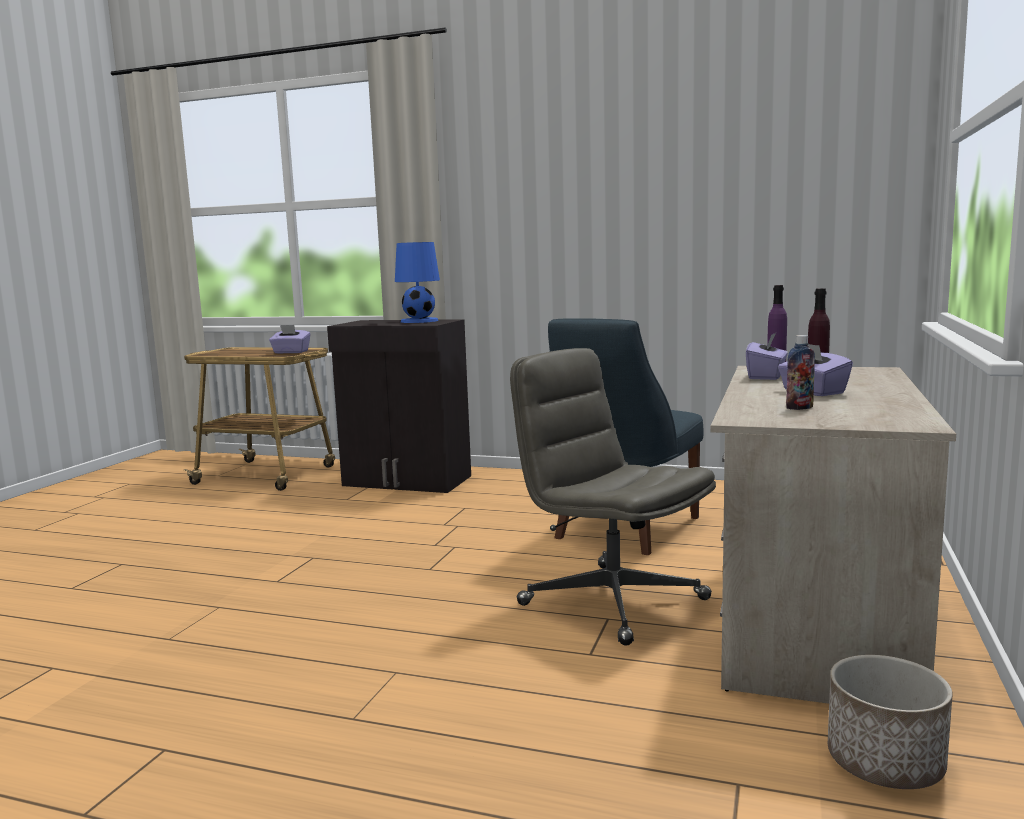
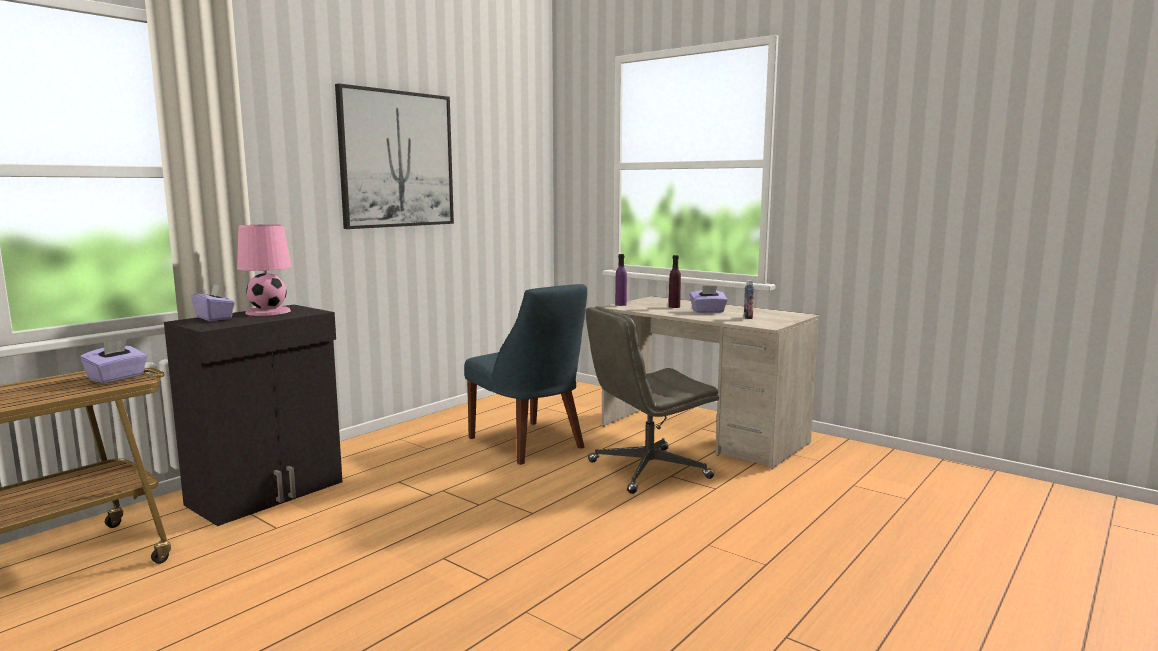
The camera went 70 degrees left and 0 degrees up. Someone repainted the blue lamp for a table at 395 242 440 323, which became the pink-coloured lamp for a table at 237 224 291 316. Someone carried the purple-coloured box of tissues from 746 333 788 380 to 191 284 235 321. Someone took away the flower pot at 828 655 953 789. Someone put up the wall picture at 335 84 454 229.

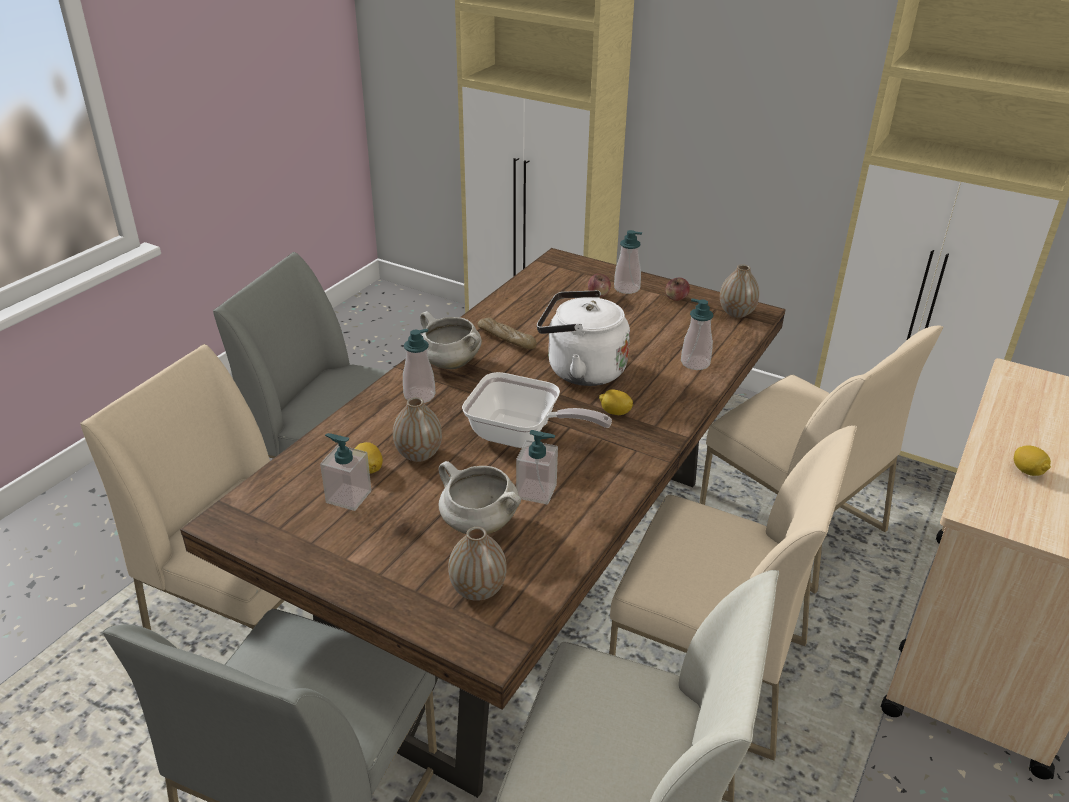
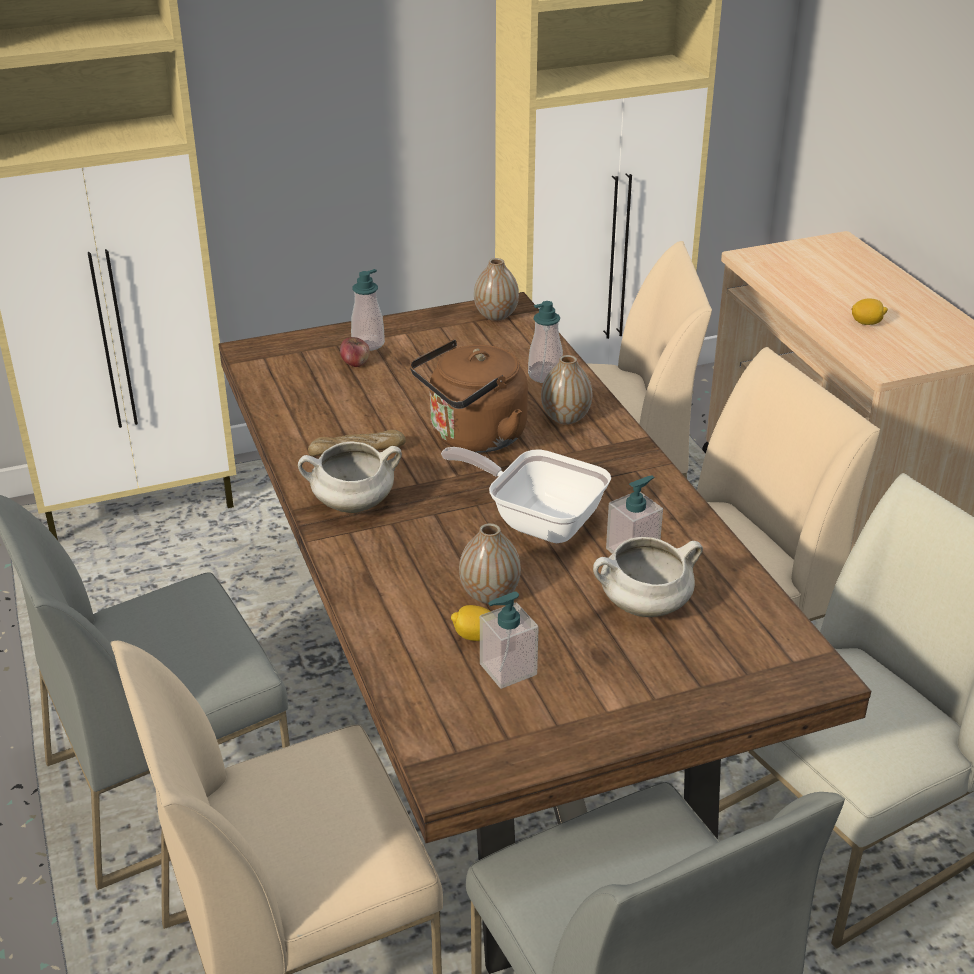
The camera went 50 degrees left and 0 degrees up. Someone took away the apple fruit at 665 278 690 301. Someone repainted the white-coloured tea kettle at 537 290 630 386, which became the brown-coloured tea kettle at 410 340 528 453. Someone took away the soap dispenser at 403 329 435 403. Someone rotated the frying pan at 462 372 612 448 by 120 degrees counterclockwise. Someone took away the citrus fruit at 599 389 633 415. Someone carried the vase from 448 527 507 601 to 541 355 592 425.

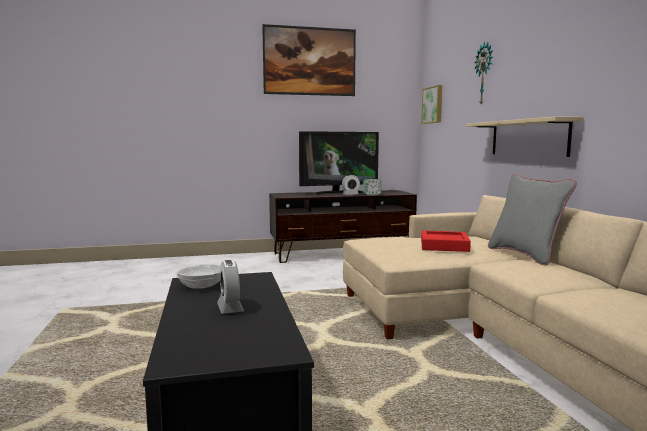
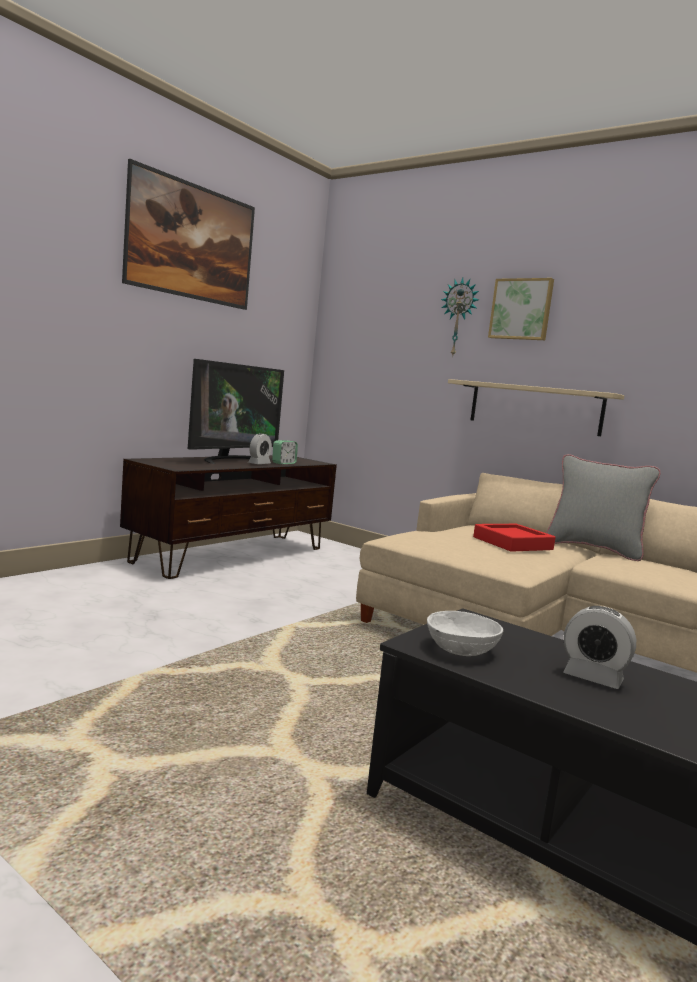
The camera went 40 degrees left and 0 degrees up. Someone carried the wall picture from 421 85 442 124 to 488 278 554 340.

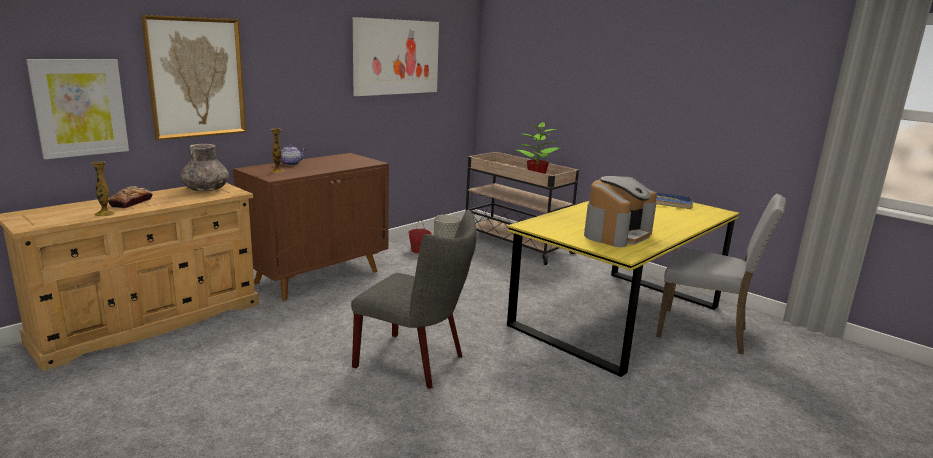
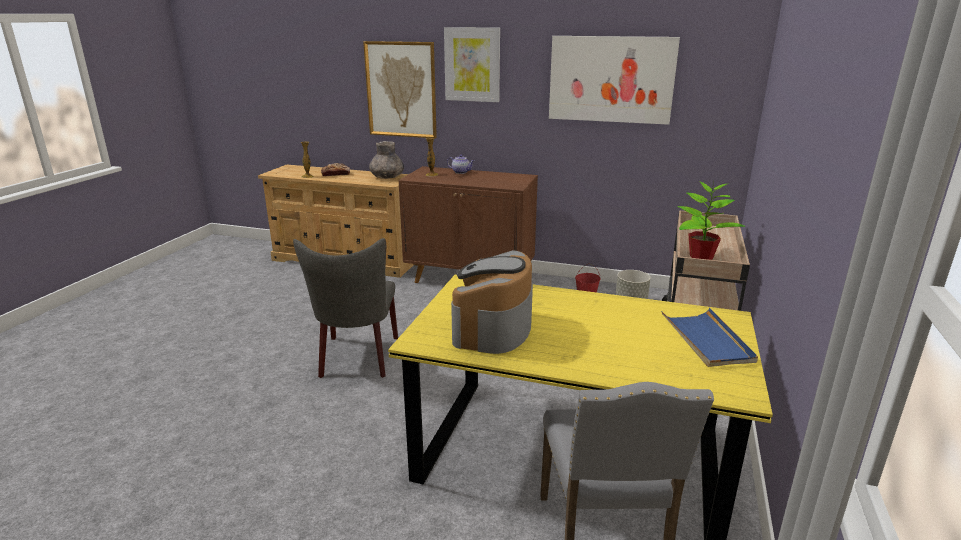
The camera went 65 degrees right and 5 degrees up. Someone carried the wall picture from 26 59 129 159 to 444 27 500 102. Someone rotated the coffee machine at 584 176 657 247 by 90 degrees clockwise.

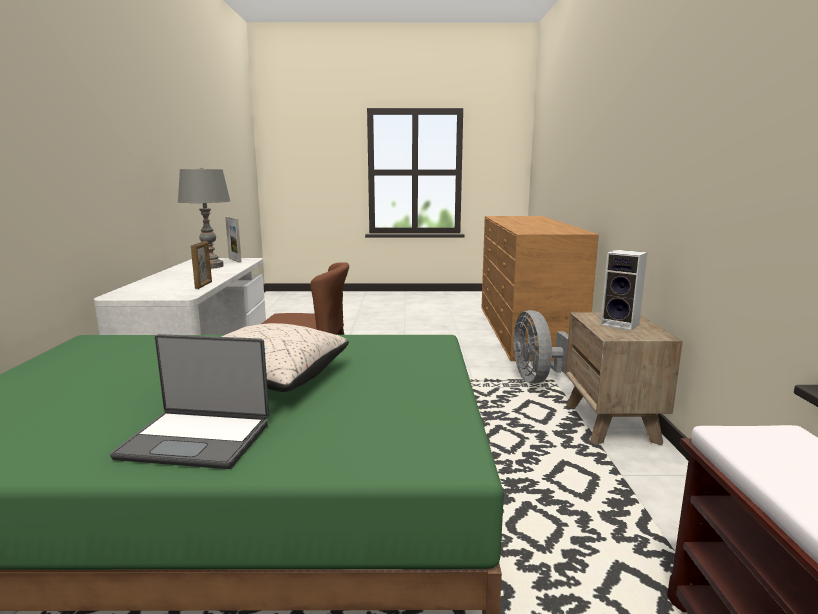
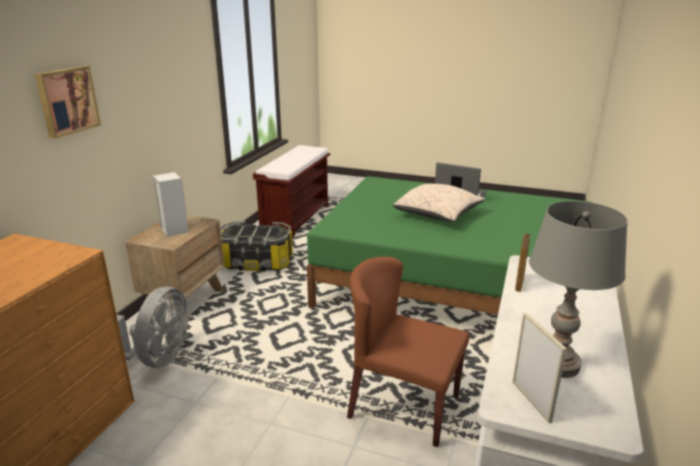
The camera went 160 degrees left and 10 degrees up. Someone put up the wall picture at 35 66 101 139. Someone put down the storage bin at 220 221 293 271.

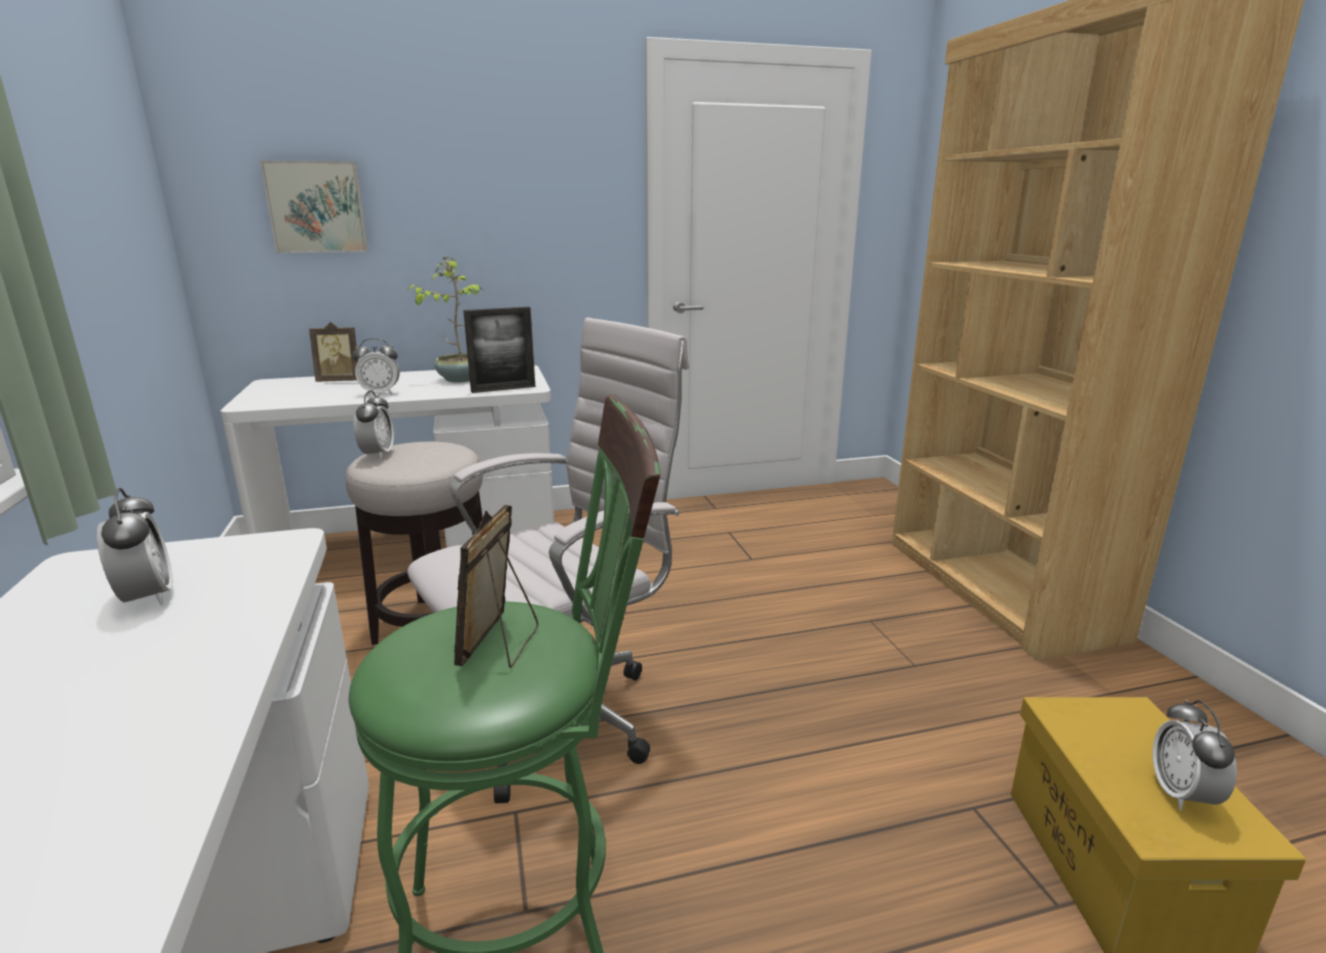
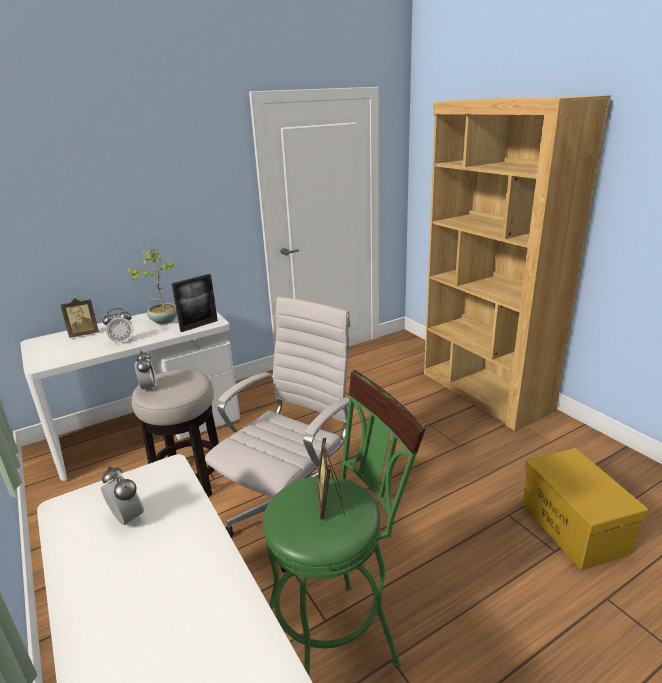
The camera went 15 degrees left and 5 degrees up. Someone took away the wall picture at 260 160 368 253. Someone took away the alarm clock at 1152 700 1237 810.

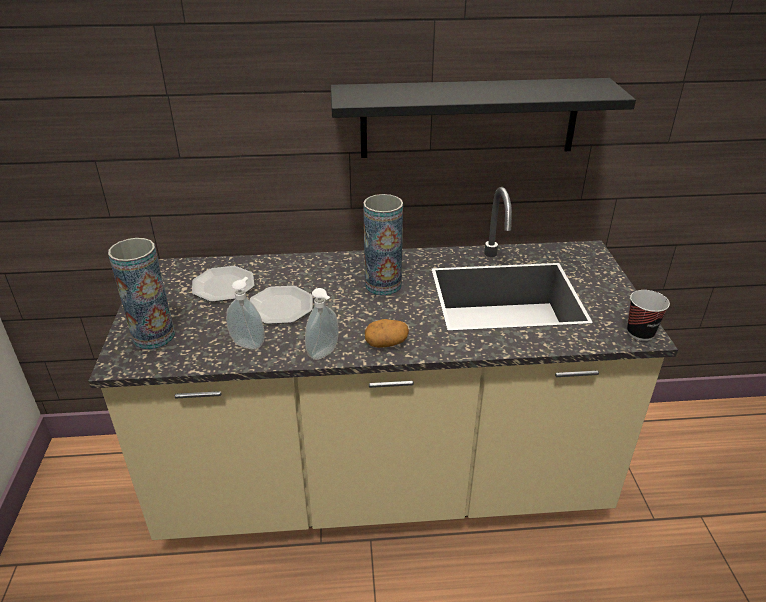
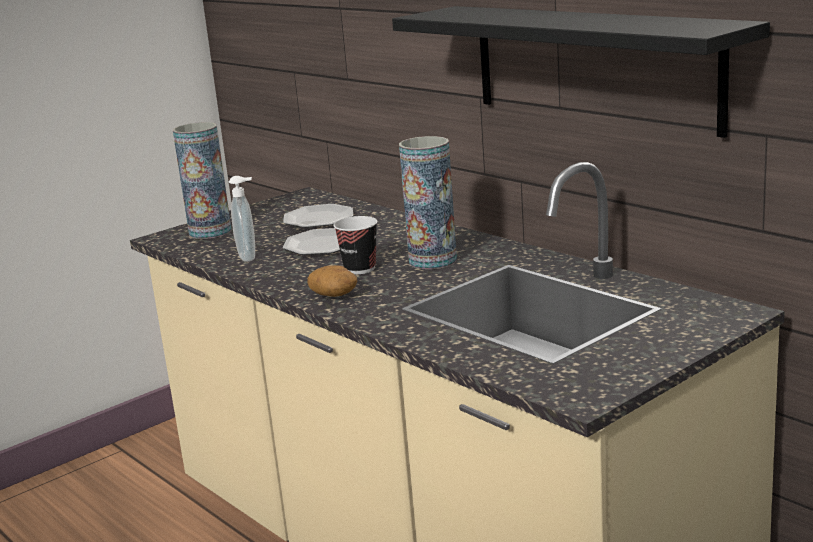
The camera went 55 degrees right and 15 degrees down. Someone took away the soap dispenser at 305 288 339 360. Someone carried the cup from 627 290 670 341 to 334 216 378 274.

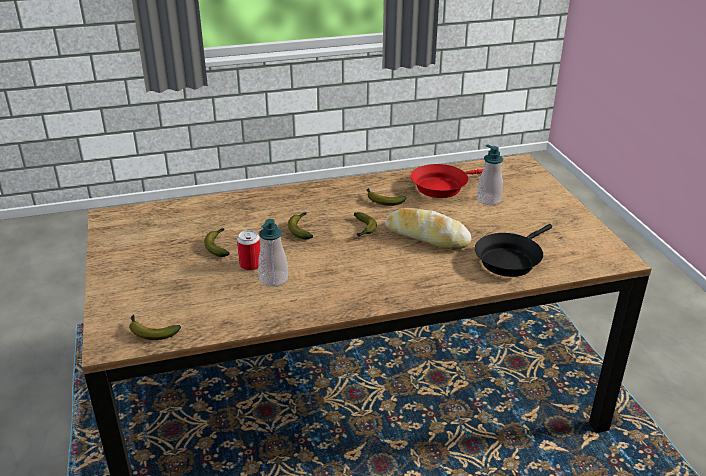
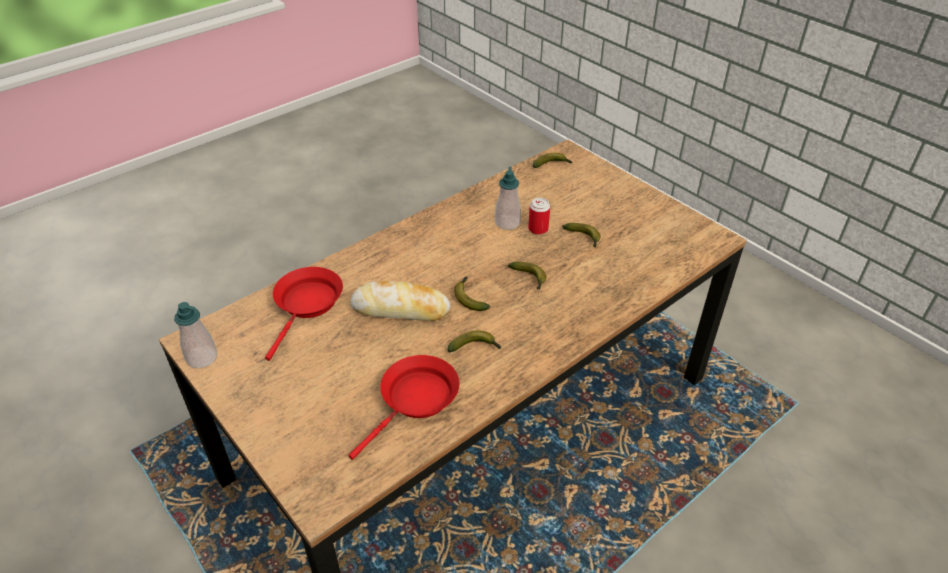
The camera went 155 degrees right and 10 degrees up. Someone carried the soap dispenser from 477 144 503 205 to 174 302 217 368. Someone repainted the blackish frying pan at 475 224 552 277, which became the red frying pan at 265 267 343 361.

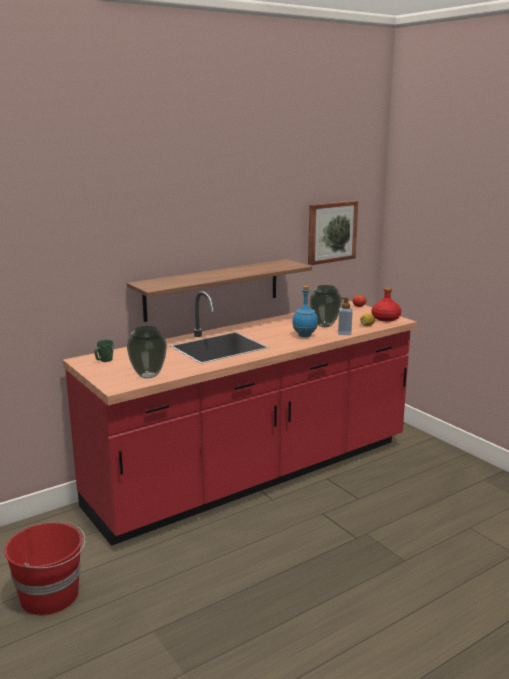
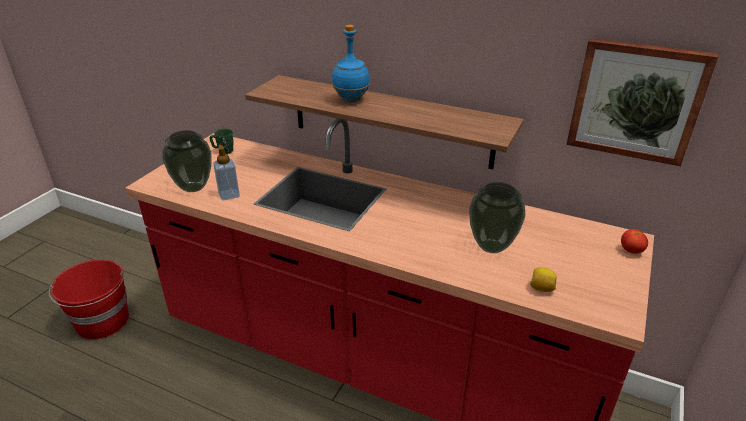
The camera went 60 degrees right and 15 degrees up. Someone carried the blue bottle from 292 286 318 337 to 332 25 370 103. Someone took away the red bottle at 372 287 401 321. Someone carried the soap dispenser from 338 297 352 335 to 213 145 240 200.

